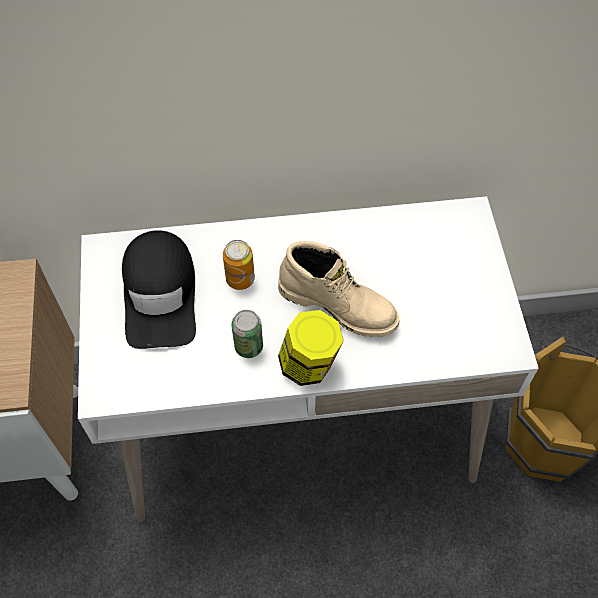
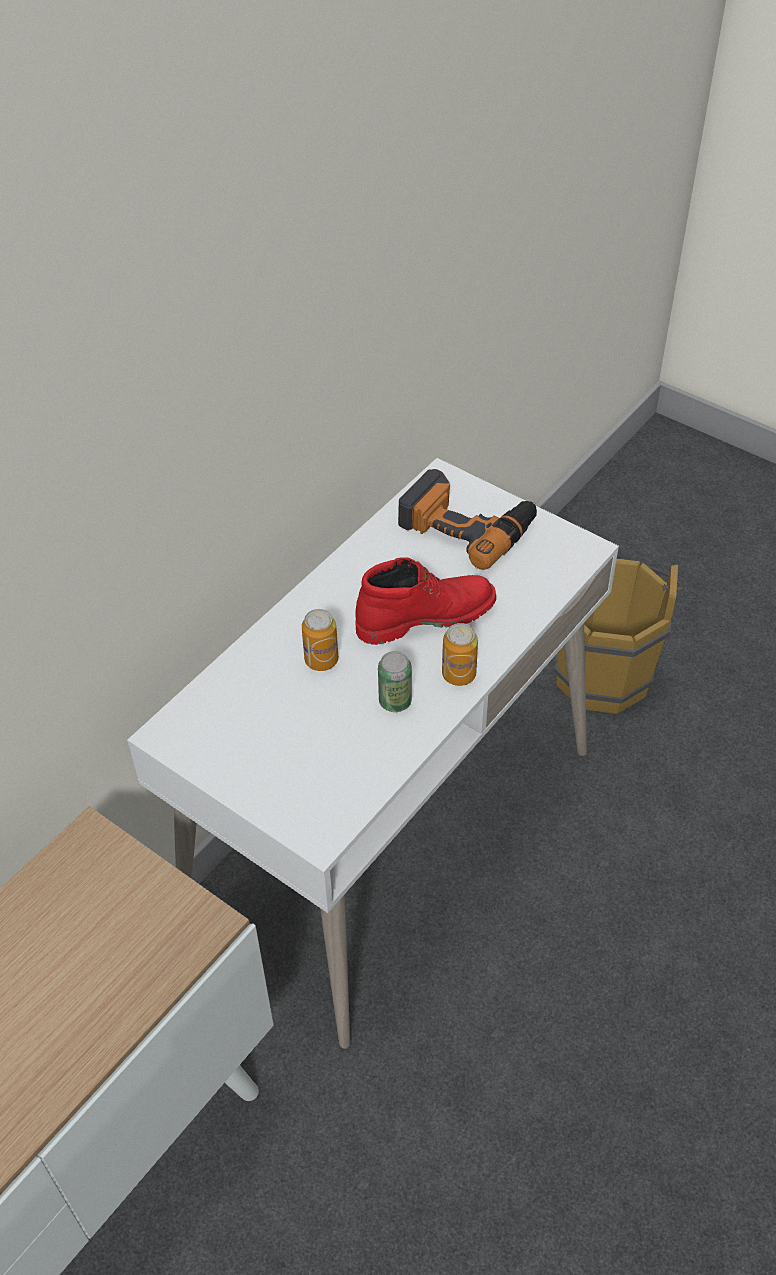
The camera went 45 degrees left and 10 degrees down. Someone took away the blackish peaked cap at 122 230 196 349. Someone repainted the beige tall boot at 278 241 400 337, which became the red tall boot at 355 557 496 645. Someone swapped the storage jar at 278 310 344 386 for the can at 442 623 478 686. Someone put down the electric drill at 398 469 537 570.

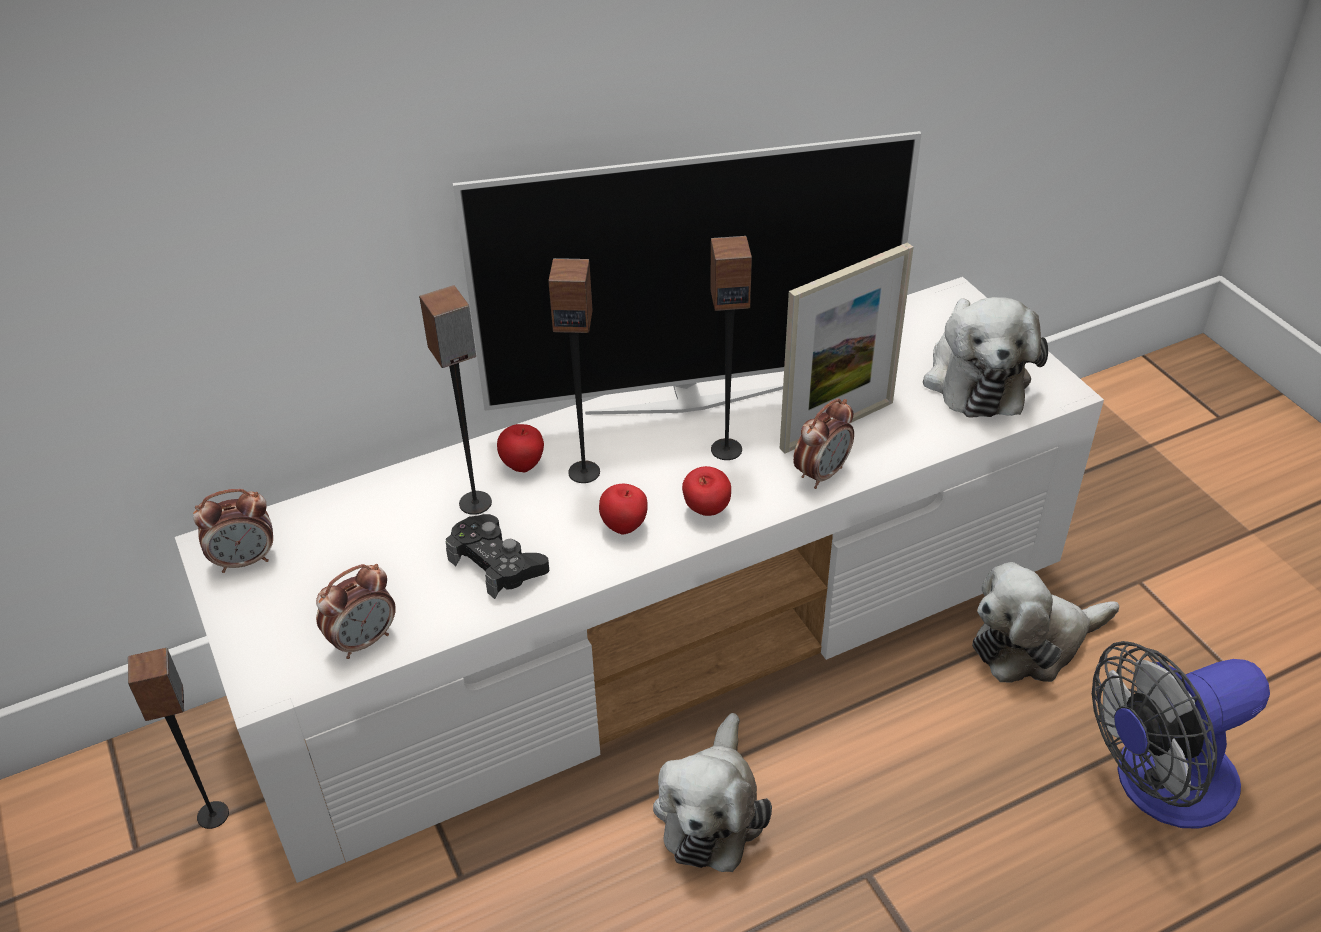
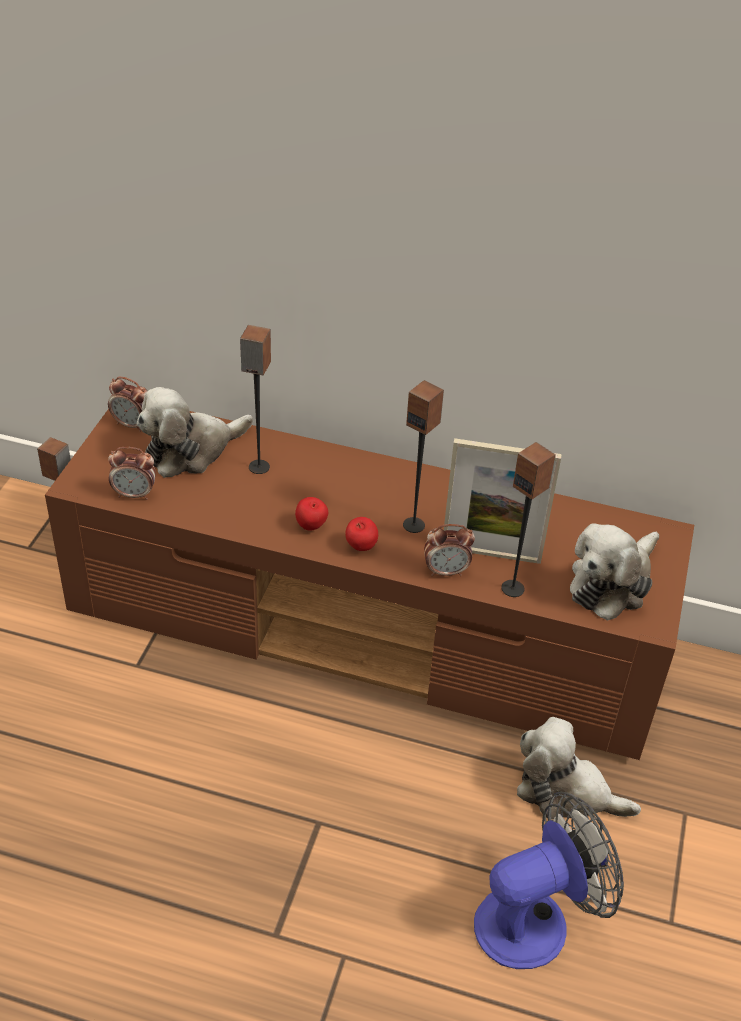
The camera went 40 degrees right and 0 degrees up. Someone took away the TV set at 453 131 922 415. Someone carried the loudspeaker from 548 258 600 483 to 501 442 556 597. Someone repainted the white-coloured media console at 175 277 1104 883, which became the brown-coloured media console at 45 409 694 760. Someone took away the apple fruit at 497 424 544 472. Someone took away the blackish game controller at 446 514 549 599. Someone rotated the electric fan at 1092 641 1270 829 by 135 degrees clockwise. Someone carried the soft toy from 653 713 772 872 to 137 387 253 478.

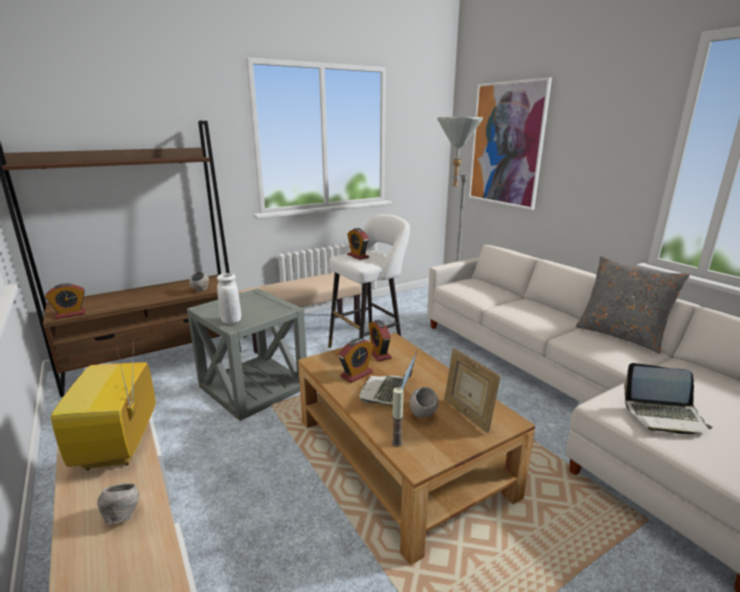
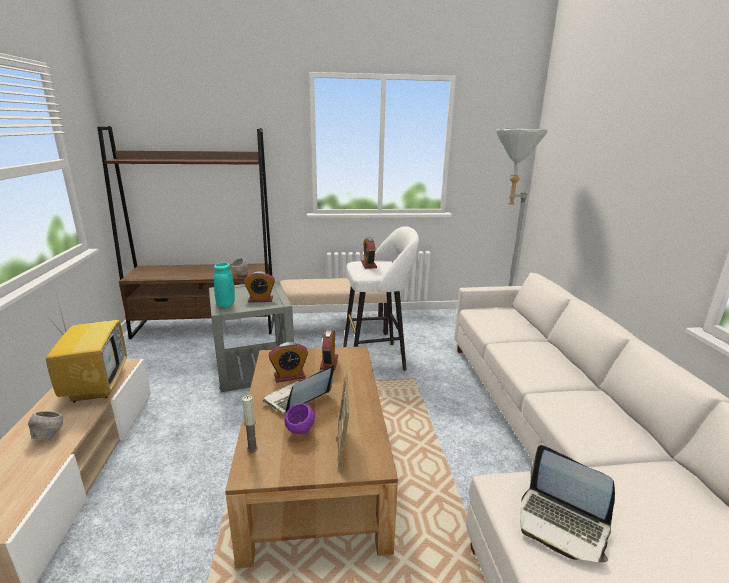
The camera went 25 degrees right and 0 degrees up. Someone took away the wall picture at 469 77 552 210. Someone took away the gray cushion at 576 256 690 354. Someone repainted the white-coloured vase at 217 273 241 324, which became the blue-green vase at 214 263 235 307. Someone carried the alarm clock from 45 283 85 319 to 244 271 275 302. Someone rotated the TV set at 51 351 156 470 by 150 degrees clockwise. Someone repainted the gray bowl at 409 387 439 418, which became the purple-coloured bowl at 284 403 315 434.

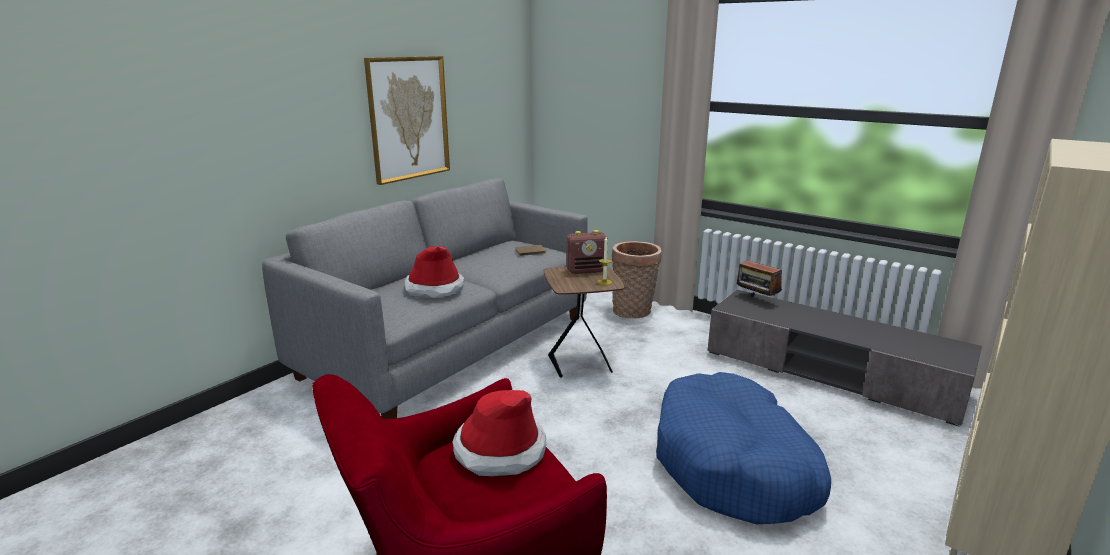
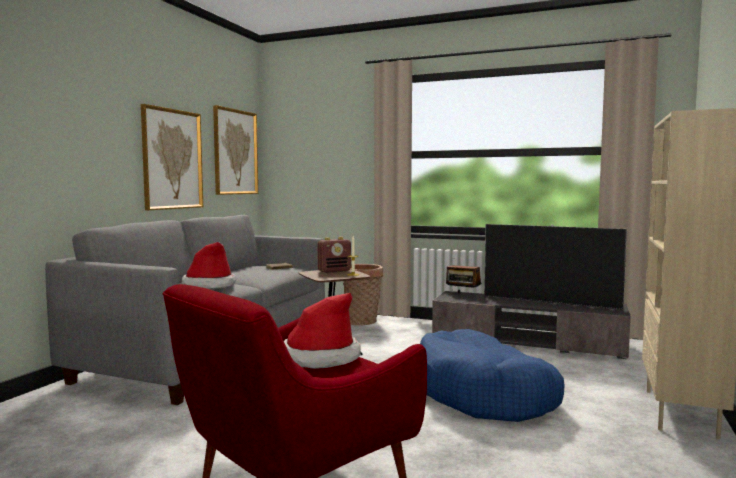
The camera went 15 degrees left and 15 degrees down. Someone put up the wall picture at 213 105 258 195. Someone put down the TV set at 484 224 627 310.

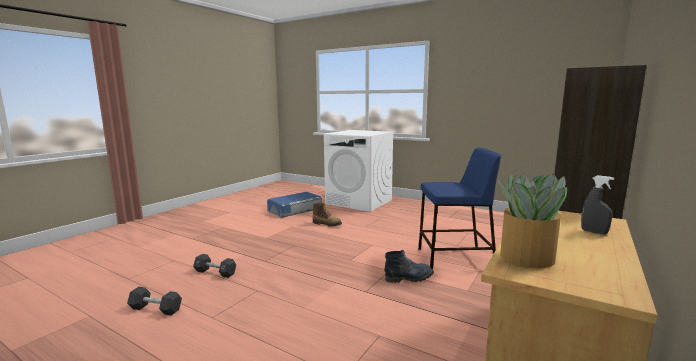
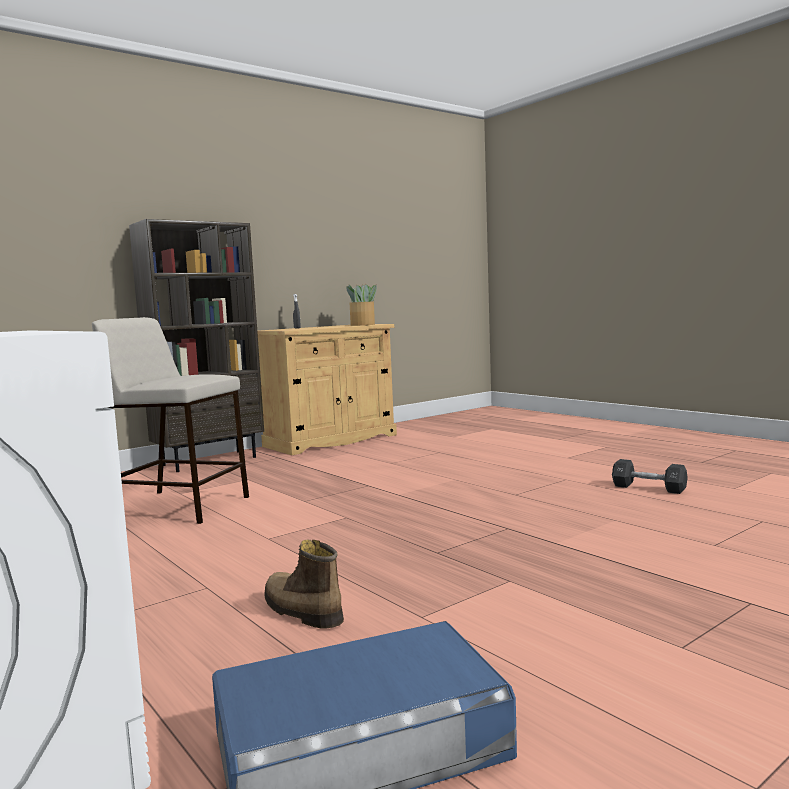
The camera went 160 degrees left and 5 degrees down. Someone repainted the blue sitting stool at 418 148 501 270, which became the beige sitting stool at 92 317 249 524. Someone took away the tall boot at 384 250 434 283. Someone took away the blackish free weight at 193 254 236 278.

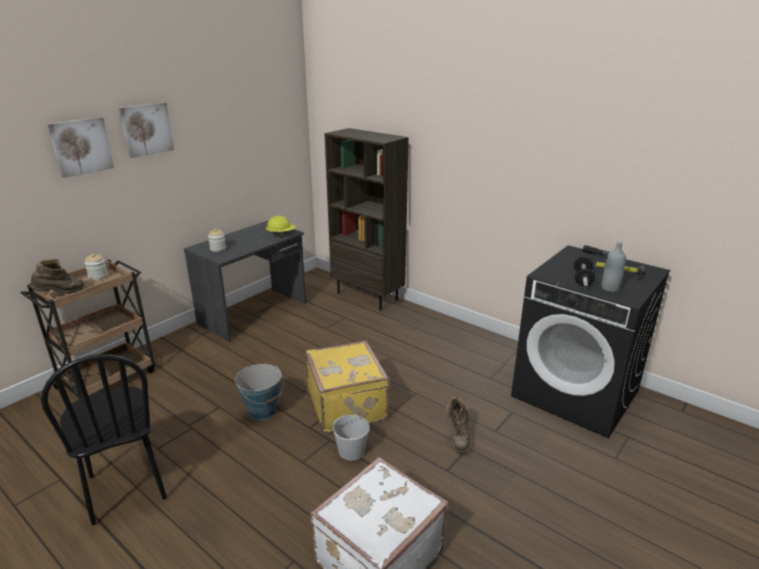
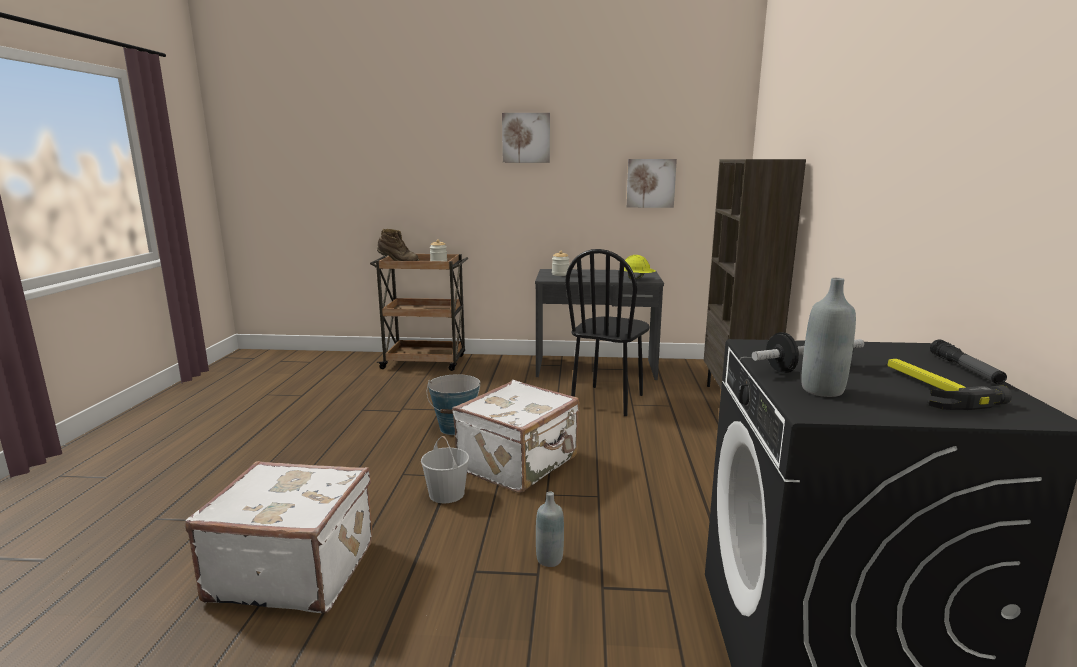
The camera went 55 degrees right and 10 degrees down. Someone carried the wall picture from 48 117 114 178 to 626 159 677 208. Someone repainted the yellow piece of luggage at 306 341 389 432, which became the white-coloured piece of luggage at 452 380 580 493. Someone carried the blackish upright chair from 41 354 167 526 to 565 249 650 416. Someone swapped the brown-coloured tall boot at 445 396 472 454 for the gray bottle at 536 491 564 567.

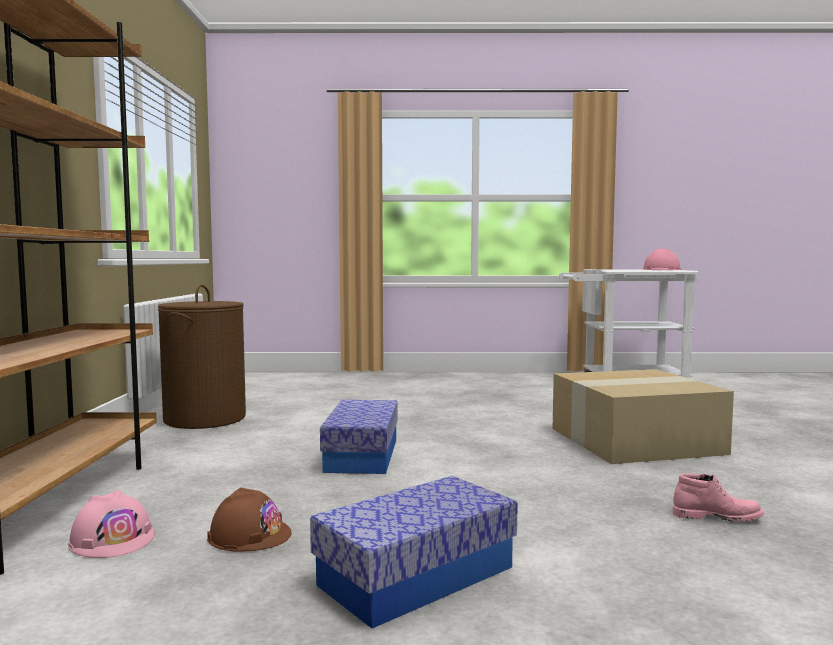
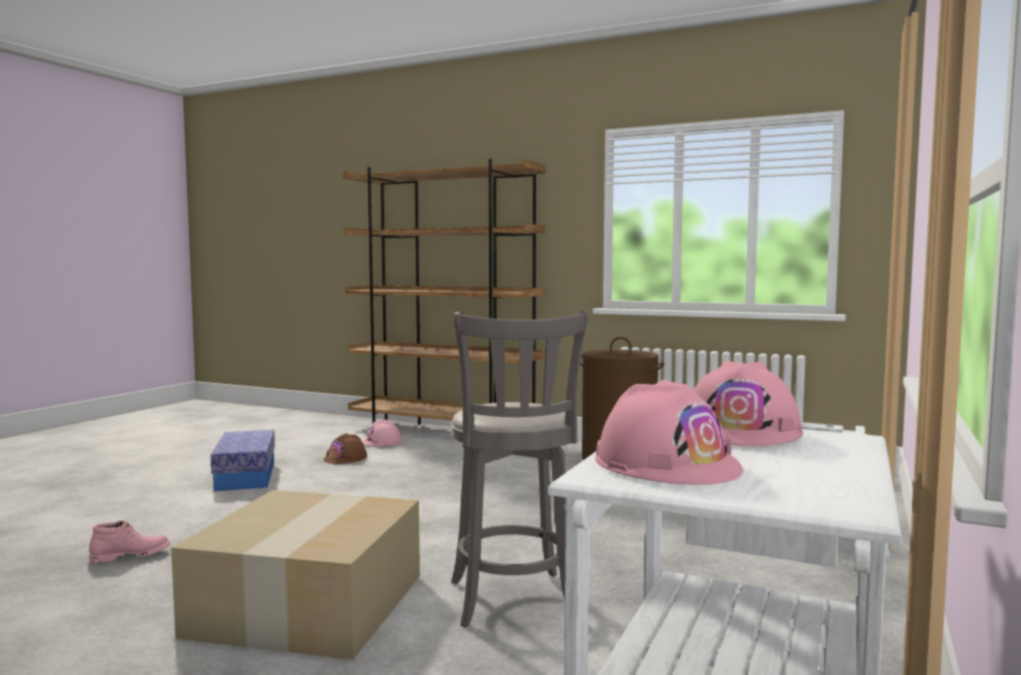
The camera went 115 degrees right and 0 degrees up. Someone took away the storage bin at 320 400 398 474. Someone rotated the pink-coloured tall boot at 673 473 764 522 by 150 degrees counterclockwise. Someone put down the gray sitting stool at 451 311 589 627. Someone put down the pink-coloured work helmet at 694 361 803 446.

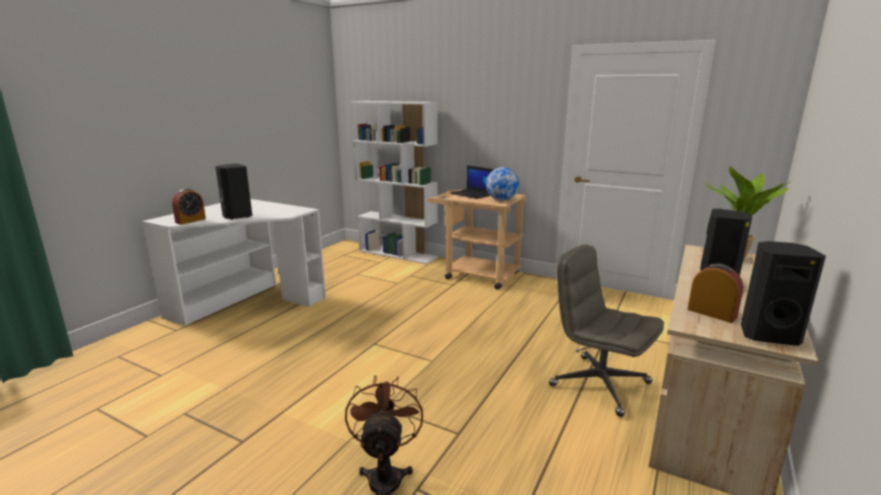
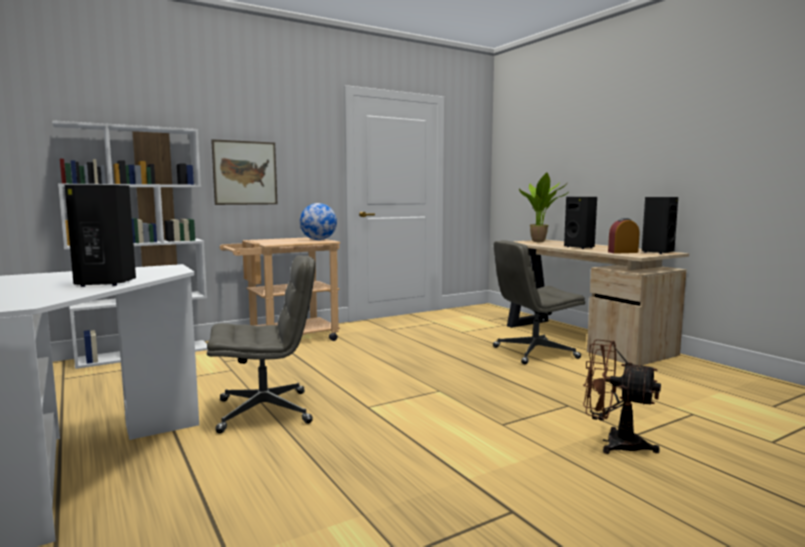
The camera went 60 degrees left and 10 degrees down. Someone took away the notebook computer at 450 165 493 199. Someone took away the alarm clock at 172 188 206 225. Someone put up the wall picture at 211 139 277 205. Someone put down the gray desk chair at 207 255 315 434.

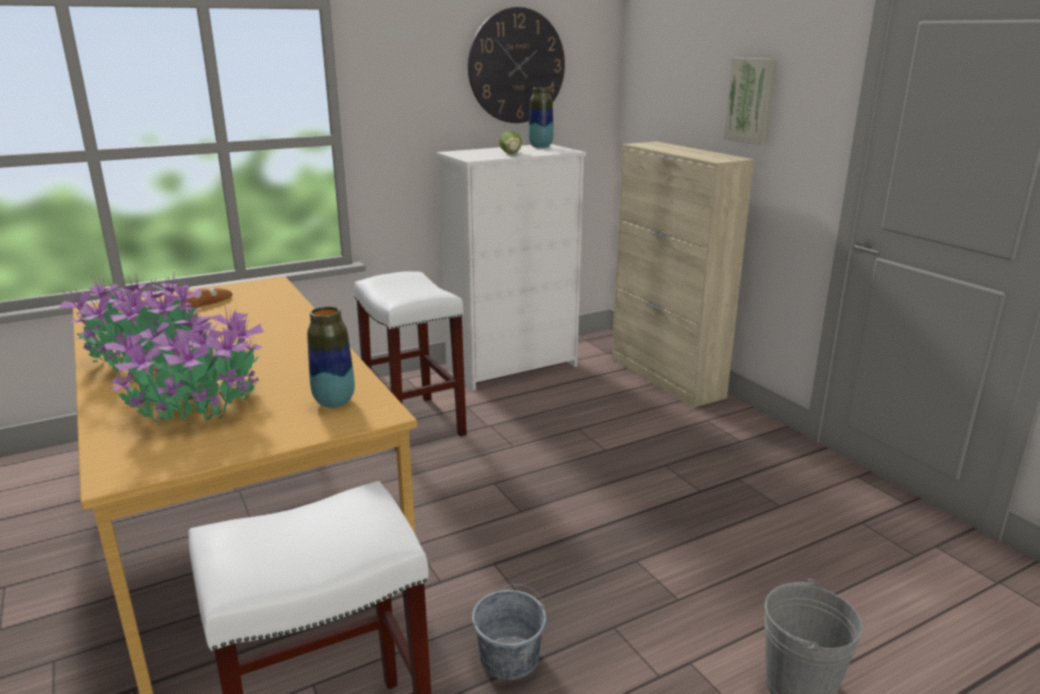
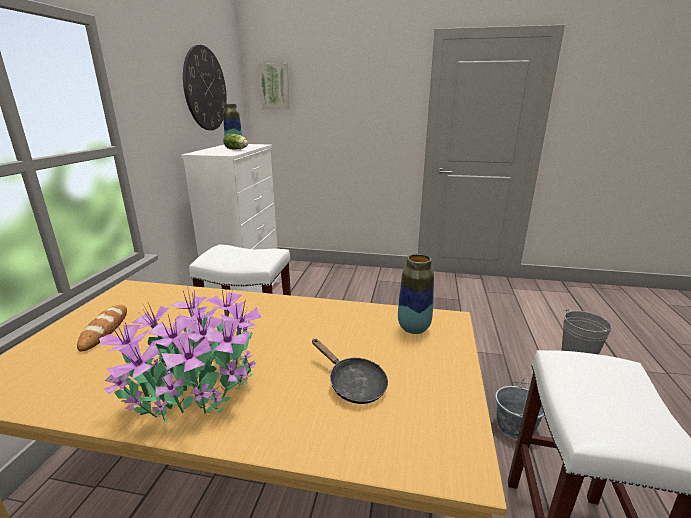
The camera went 50 degrees left and 0 degrees up. Someone carried the wall picture from 723 58 777 145 to 258 63 290 110. Someone took away the beige cabinet at 612 141 754 408. Someone swapped the houseplant at 104 305 264 426 for the blackish frying pan at 312 339 388 404.

